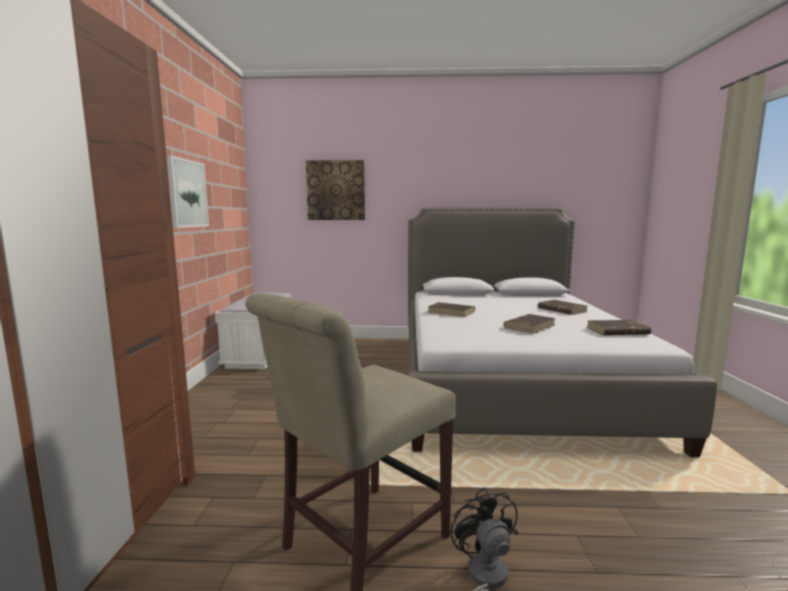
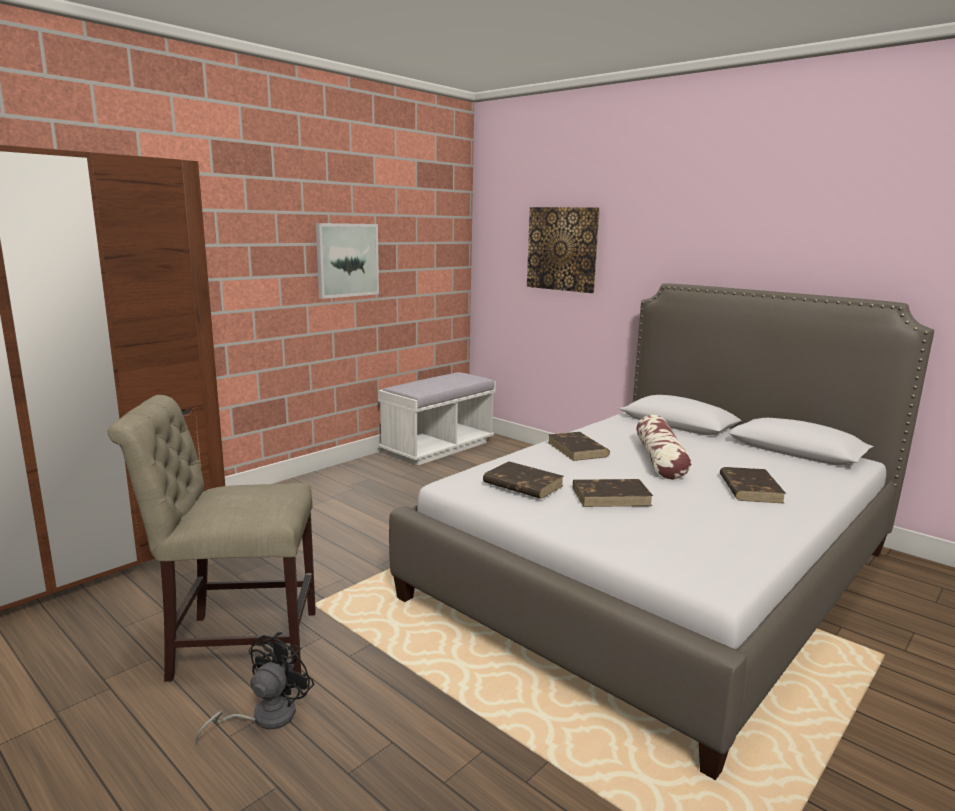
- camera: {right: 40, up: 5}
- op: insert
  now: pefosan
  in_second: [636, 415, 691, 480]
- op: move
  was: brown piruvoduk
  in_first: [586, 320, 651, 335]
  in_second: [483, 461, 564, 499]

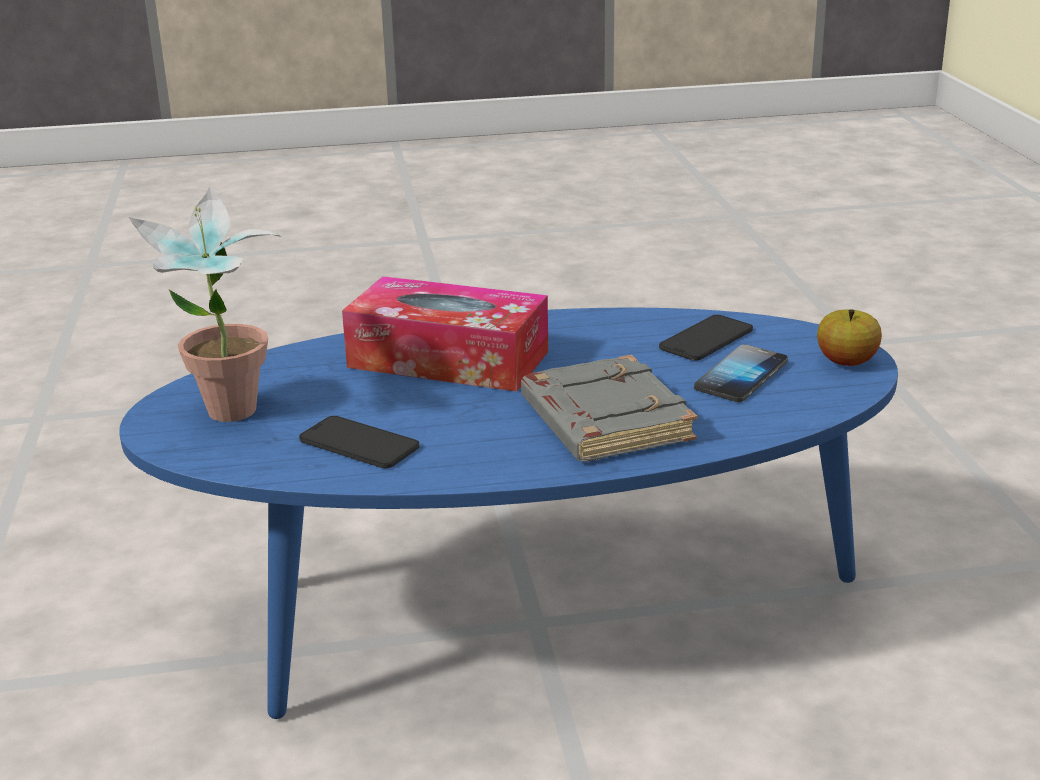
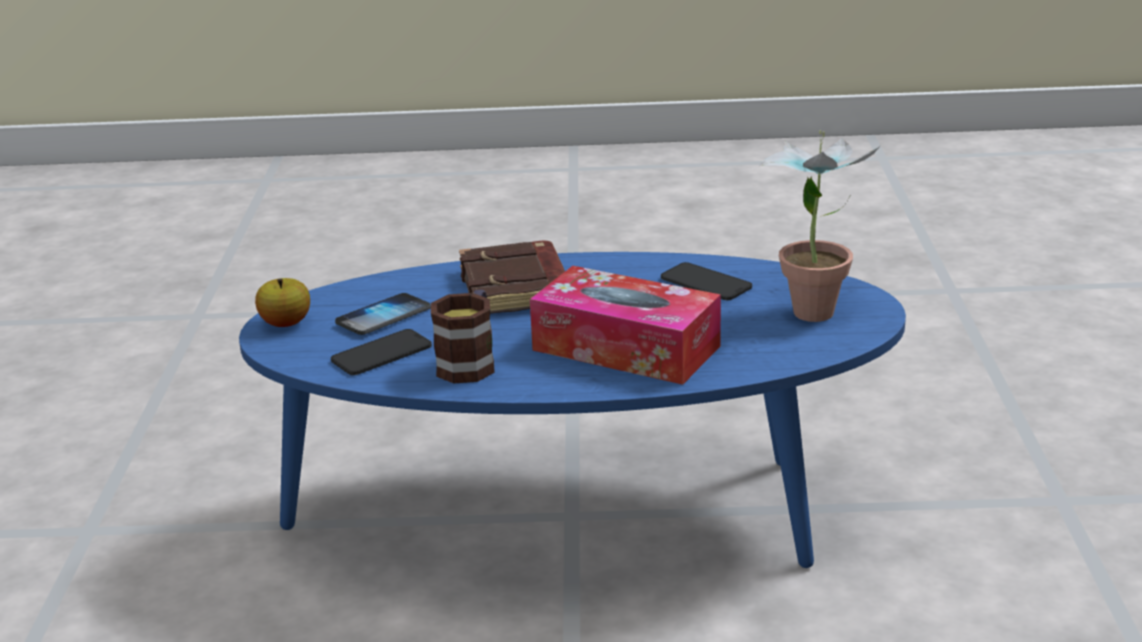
- camera: {right: -170, up: 0}
- op: insert
  now: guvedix
  in_second: [431, 290, 495, 384]
- op: recolor
  was: grey piruvoduk
  now: brown piruvoduk
  in_first: [521, 355, 698, 461]
  in_second: [459, 240, 565, 314]

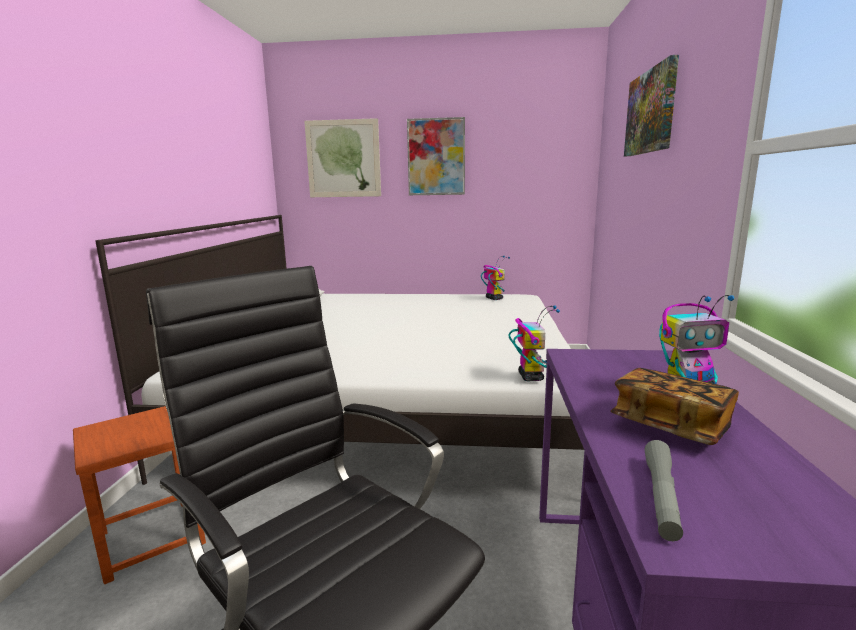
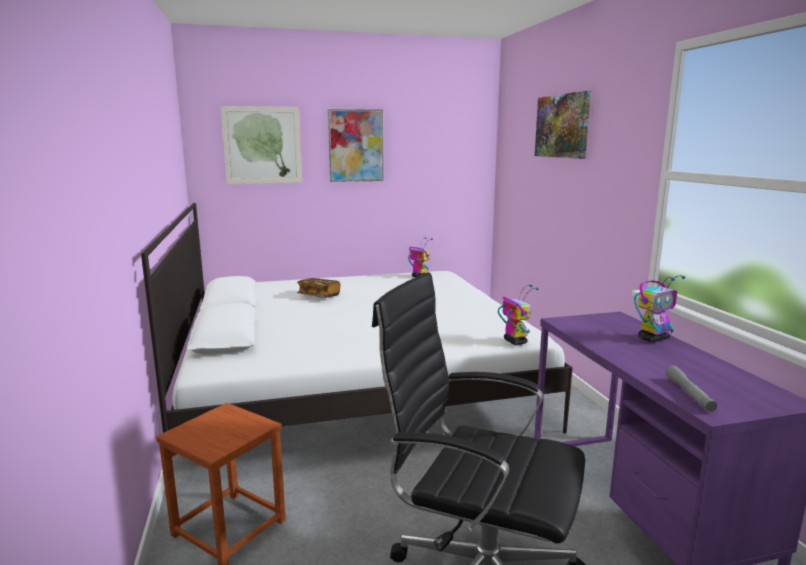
- camera: {right: -20, up: 0}
- op: move
  was: piruvoduk
  in_first: [611, 368, 739, 445]
  in_second: [297, 278, 340, 298]

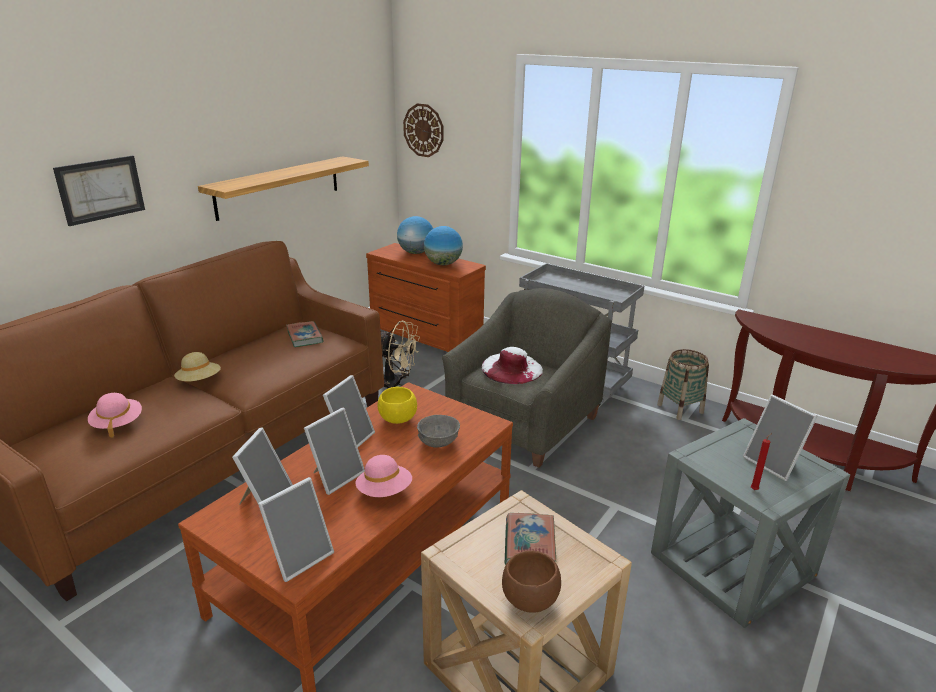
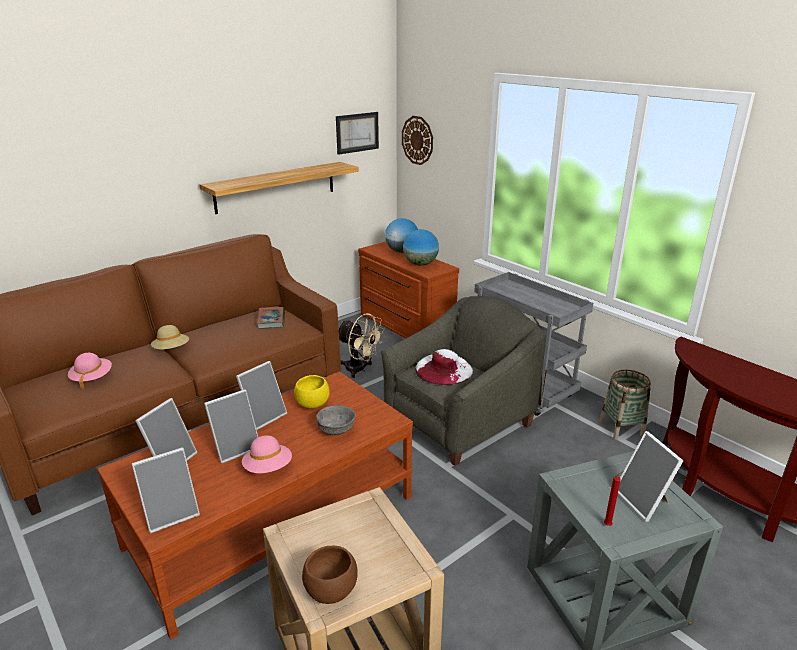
- camera: {right: 15, up: 0}
- op: delete
  was: piruvoduk
  in_first: [505, 513, 556, 565]
- op: move
  was: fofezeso
  in_first: [53, 156, 145, 226]
  in_second: [336, 112, 379, 155]

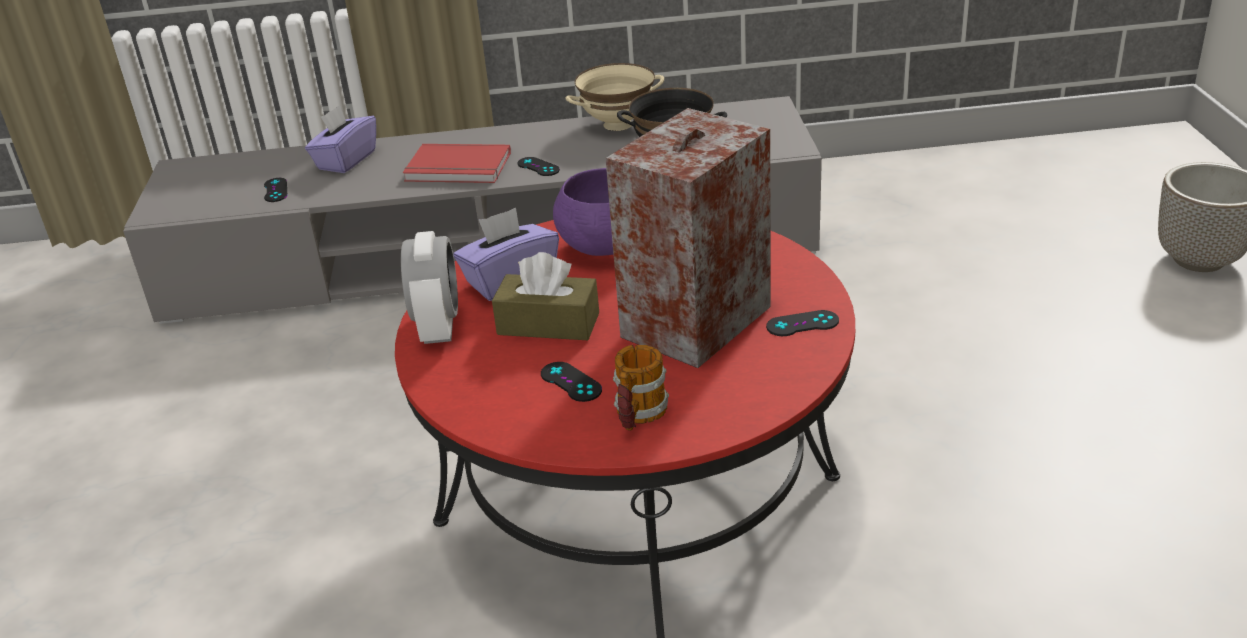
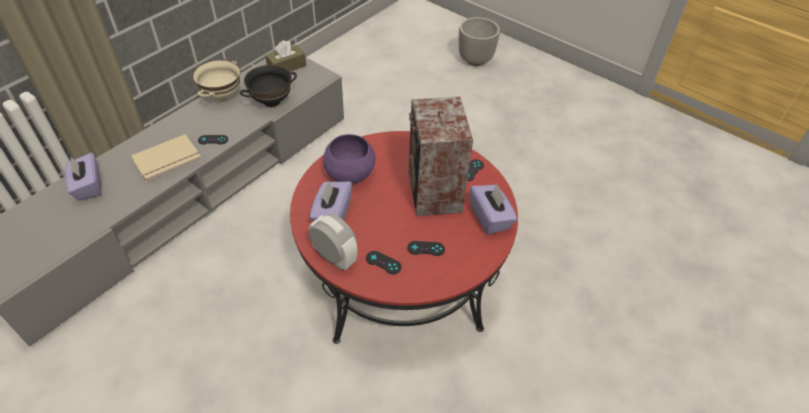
- camera: {right: -50, up: 15}
- op: delete
  was: guvedix
  in_first: [613, 345, 669, 431]
- op: insert
  now: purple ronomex
  in_second: [470, 184, 517, 235]
- op: move
  was: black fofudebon
  in_first: [264, 178, 287, 202]
  in_second: [366, 251, 402, 274]
- op: move
  was: brown ronomex
  in_first: [492, 252, 599, 340]
  in_second: [265, 40, 306, 72]
- op: recolor
  was: red piruvoduk
  now: beige piruvoduk
  in_first: [403, 144, 511, 183]
  in_second: [131, 134, 202, 183]

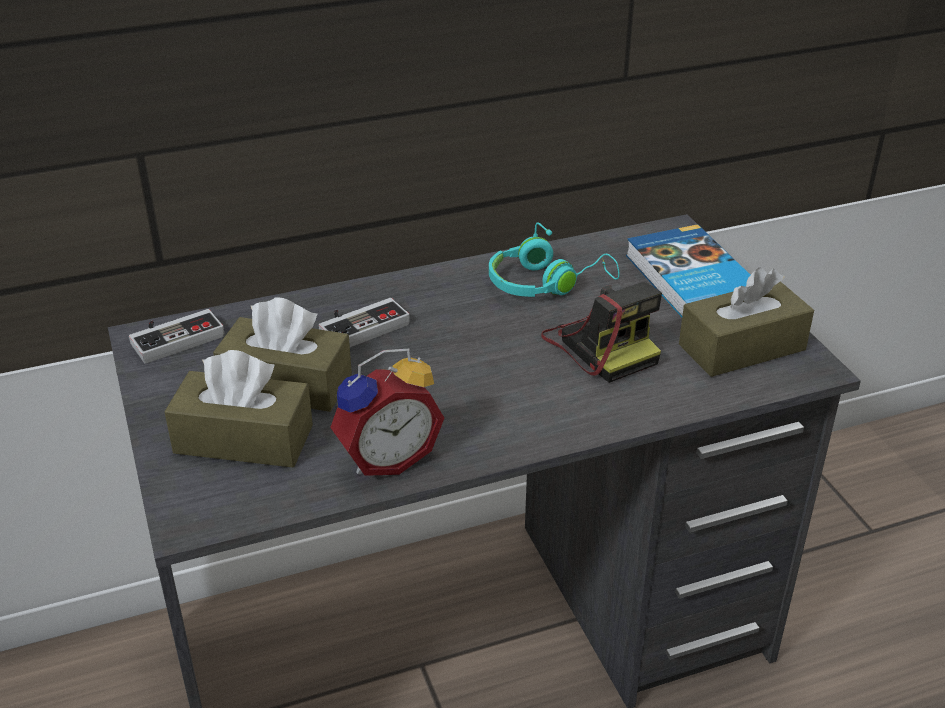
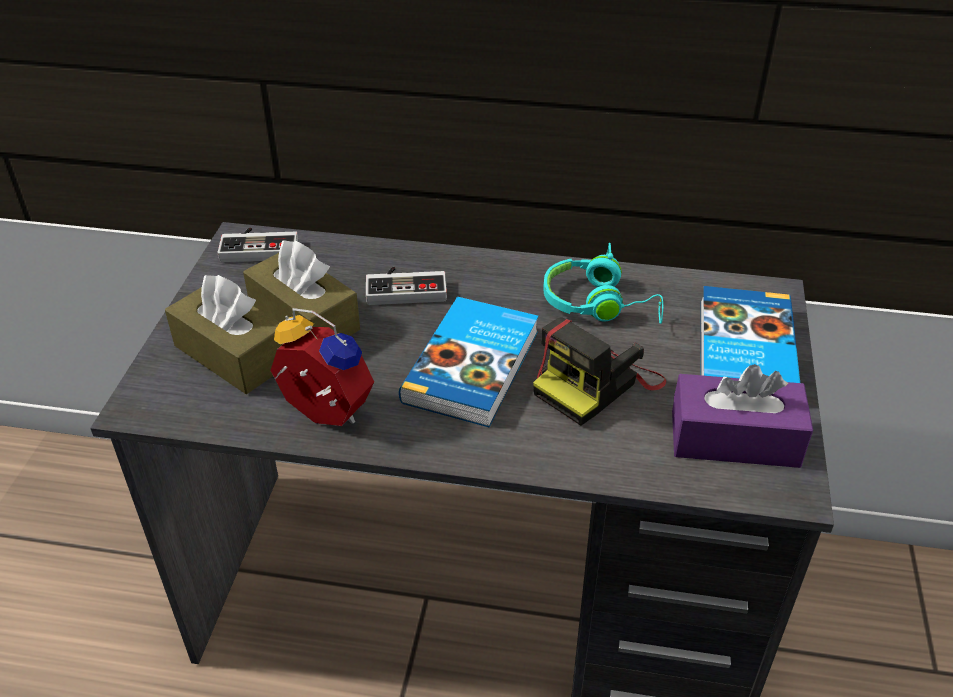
- camera: {right: 30, up: 5}
- op: insert
  now: piruvoduk
  in_second: [399, 297, 538, 427]
- op: recolor
  was: brown ronomex
  now: purple ronomex
  in_first: [679, 267, 814, 377]
  in_second: [672, 364, 813, 468]
- op: rotate
  was: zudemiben
  in_first: [330, 349, 444, 476]
  in_second: [270, 308, 374, 426]
  clockwise: -150
- op: rotate
  was: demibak
  in_first: [541, 282, 662, 383]
  in_second: [533, 317, 666, 426]
  clockwise: 45

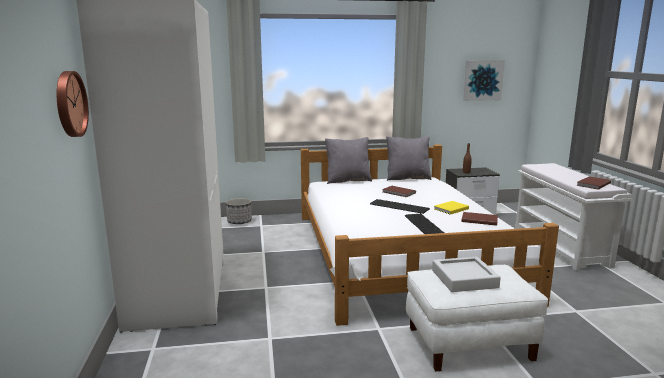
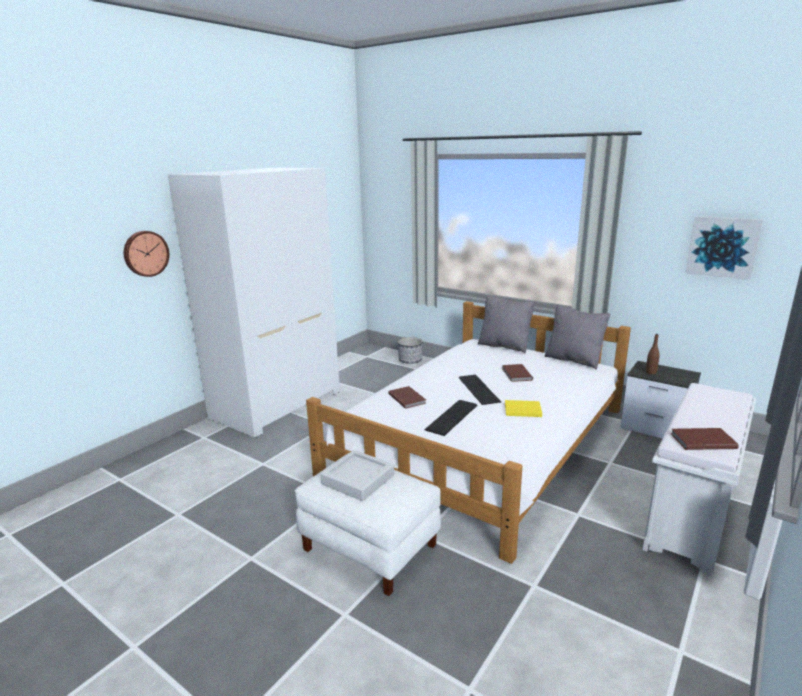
- camera: {right: 45, up: 5}
- op: move
  was: brown piruvoduk
  in_first: [461, 212, 498, 226]
  in_second: [388, 386, 426, 409]

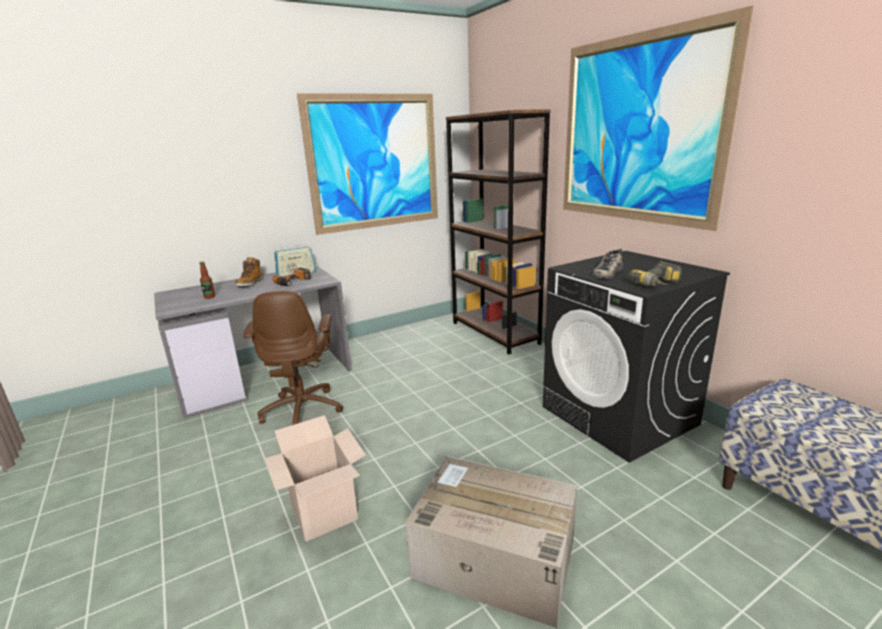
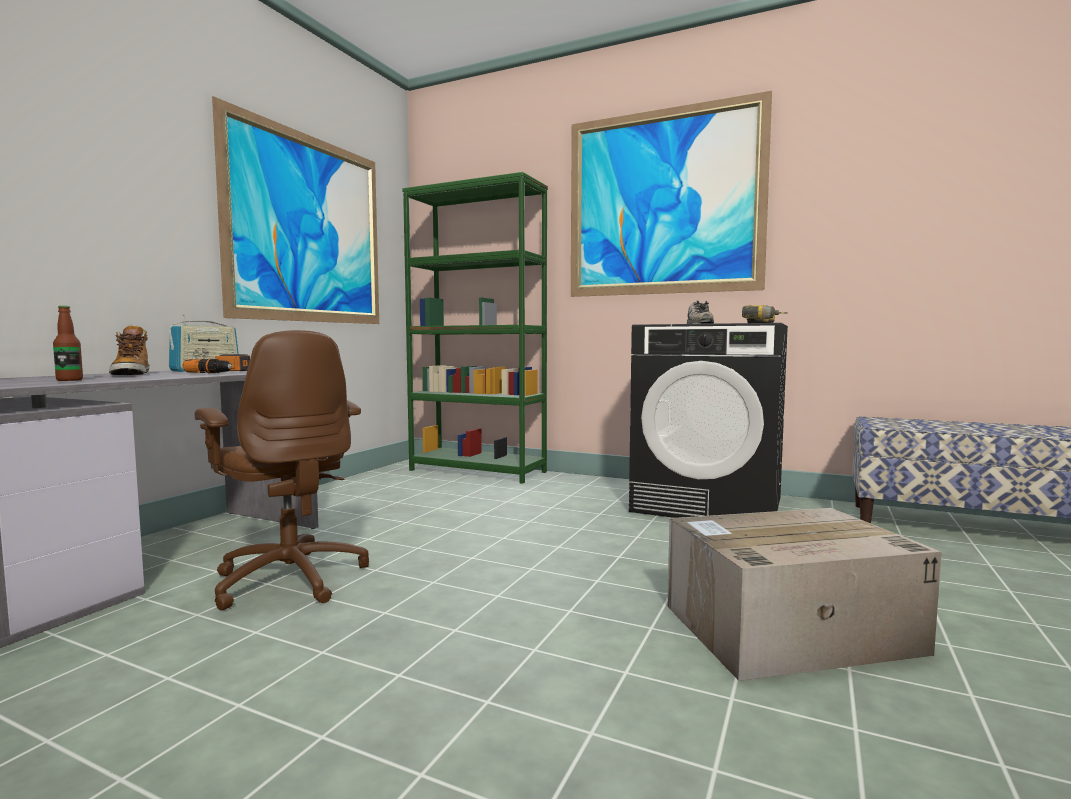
- camera: {right: -35, up: -15}
- op: delete
  was: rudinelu
  in_first: [264, 415, 366, 542]
- op: recolor
  was: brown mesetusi
  now: green mesetusi
  in_first: [446, 109, 551, 354]
  in_second: [402, 172, 548, 484]

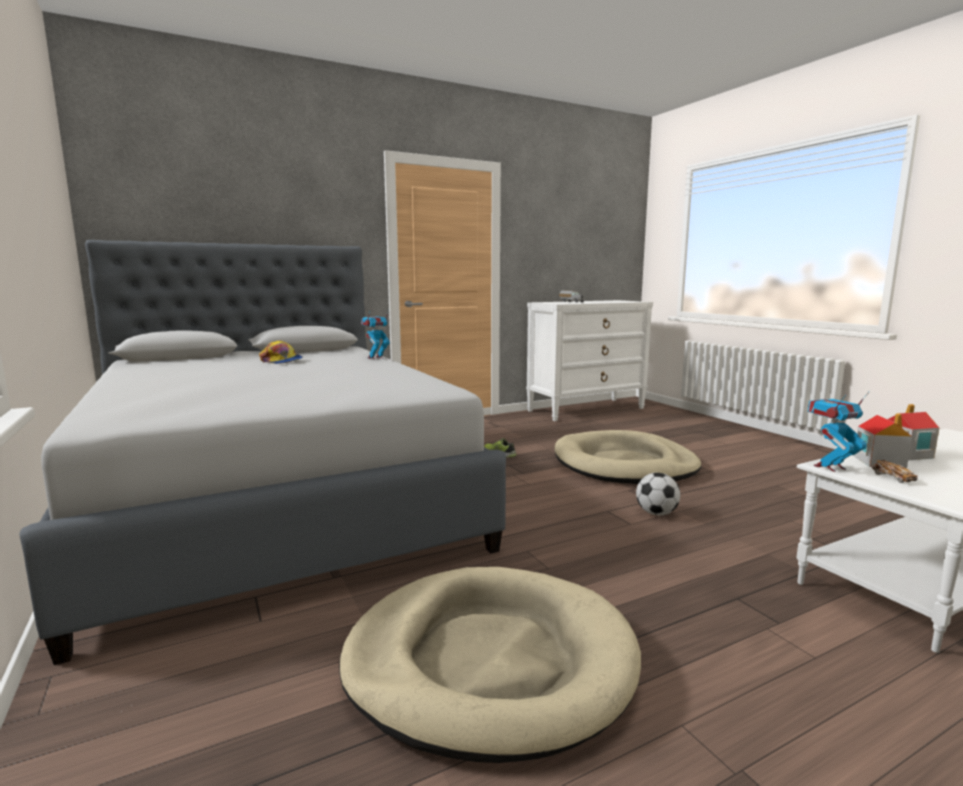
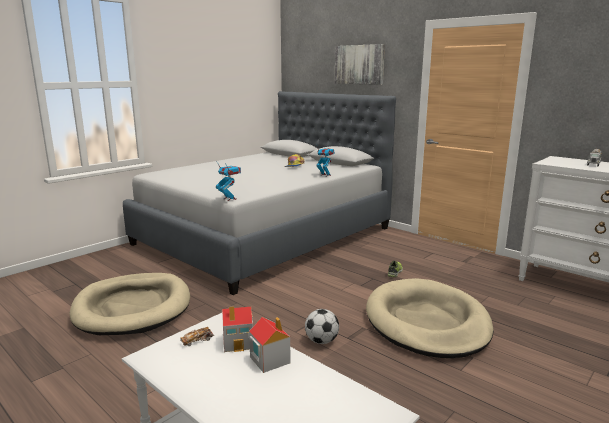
- camera: {right: 70, up: 5}
- op: insert
  now: fofezeso
  in_second: [335, 44, 385, 85]
- op: move
  was: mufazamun
  in_first: [808, 391, 870, 472]
  in_second: [216, 162, 241, 201]

